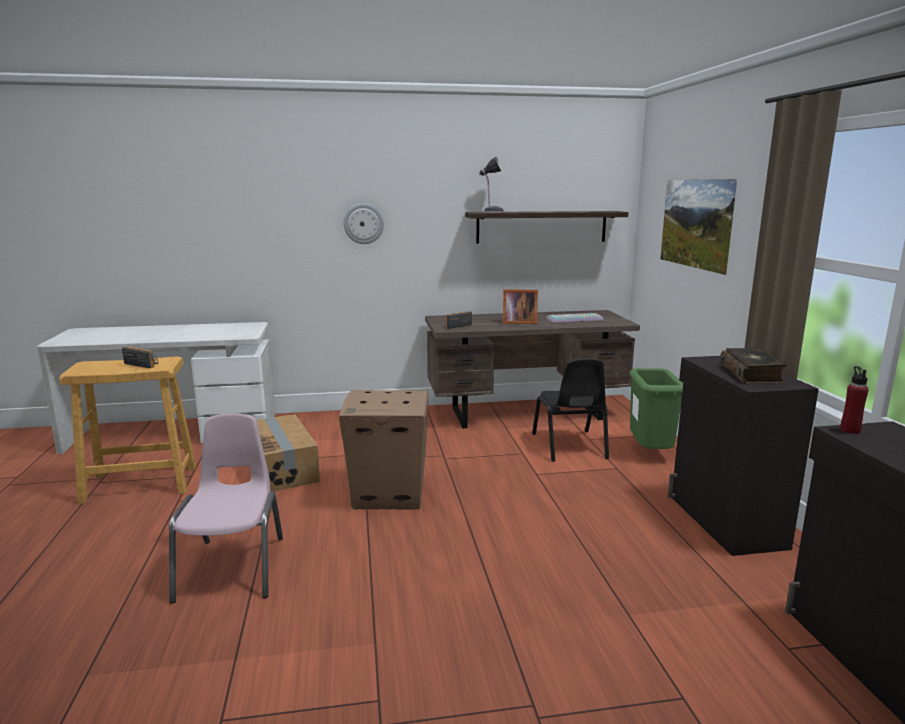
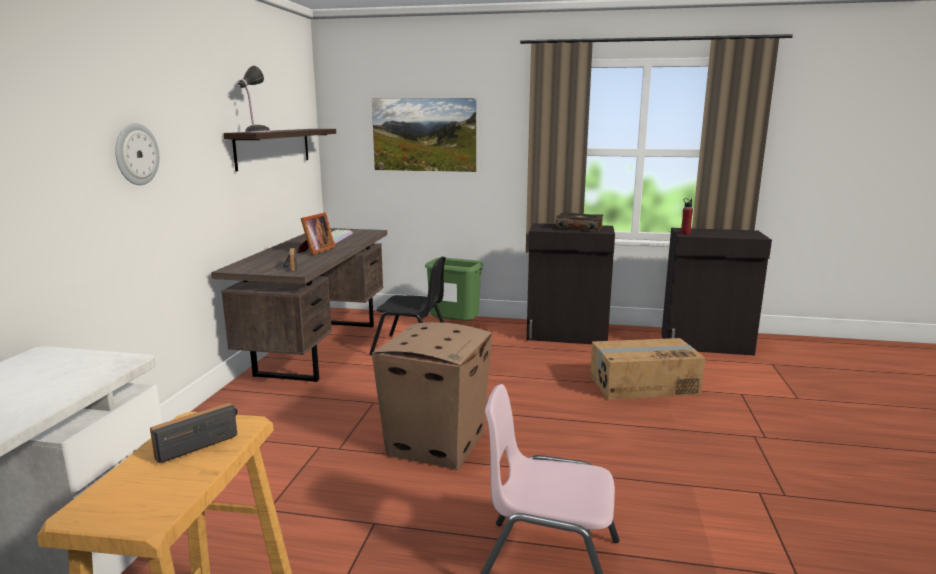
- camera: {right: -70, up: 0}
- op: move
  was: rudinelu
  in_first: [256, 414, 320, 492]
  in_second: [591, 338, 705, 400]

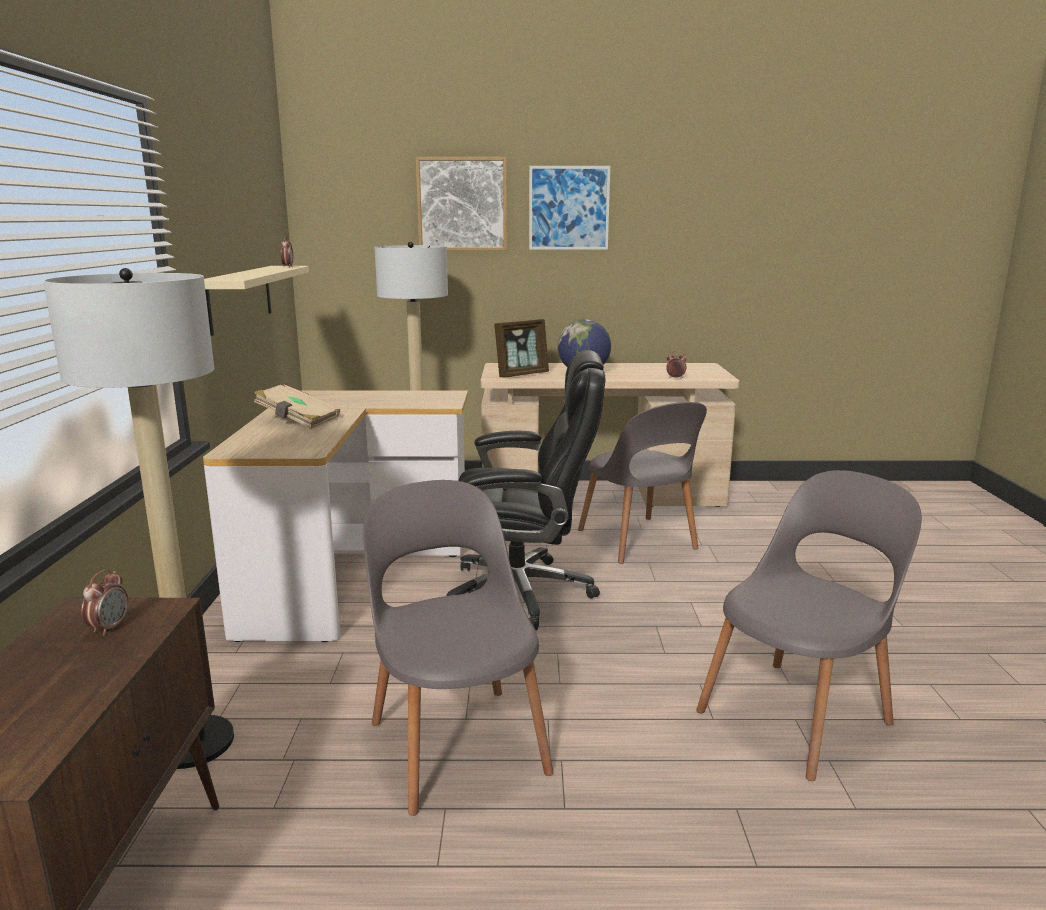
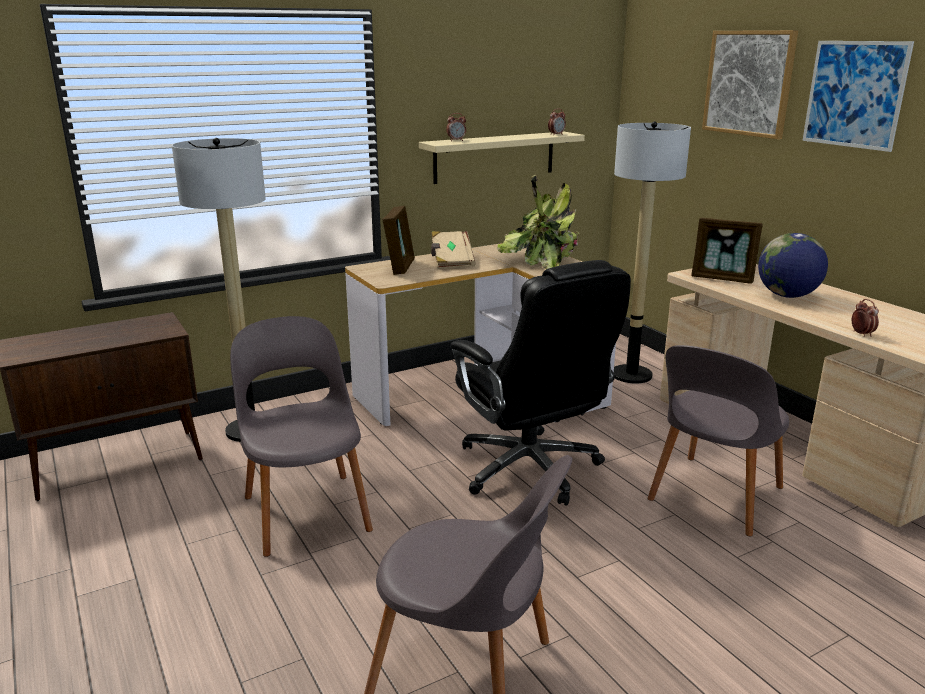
- camera: {right: 60, up: 5}
- op: insert
  now: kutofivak
  in_second: [382, 206, 415, 275]
- op: insert
  now: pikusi
  in_second: [497, 175, 579, 269]
- op: move
  was: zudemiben
  in_first: [82, 569, 128, 636]
  in_second: [446, 113, 466, 141]
- op: rotate
  was: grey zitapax
  in_first: [363, 480, 553, 816]
  in_second: [230, 316, 373, 557]
  clockwise: -60

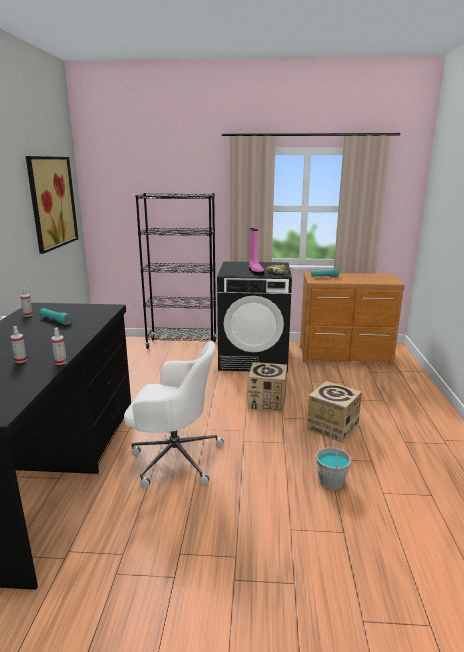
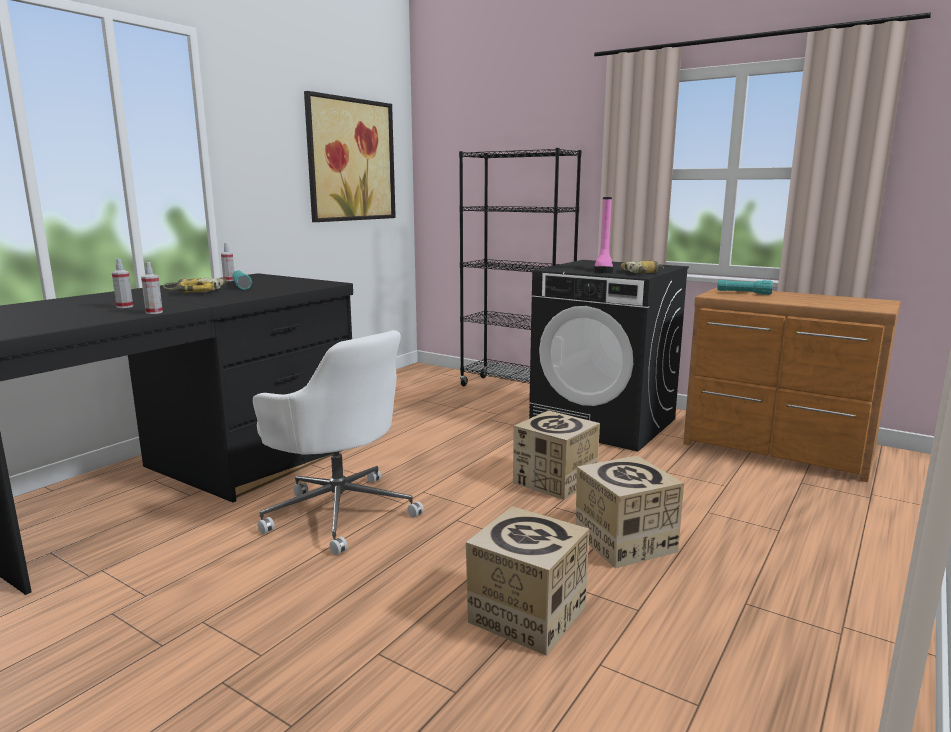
- camera: {right: 30, up: -5}
- op: insert
  now: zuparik
  in_second: [163, 277, 226, 293]
- op: replace
  was: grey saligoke
  now: rudinelu
  in_first: [316, 439, 352, 490]
  in_second: [466, 506, 589, 656]

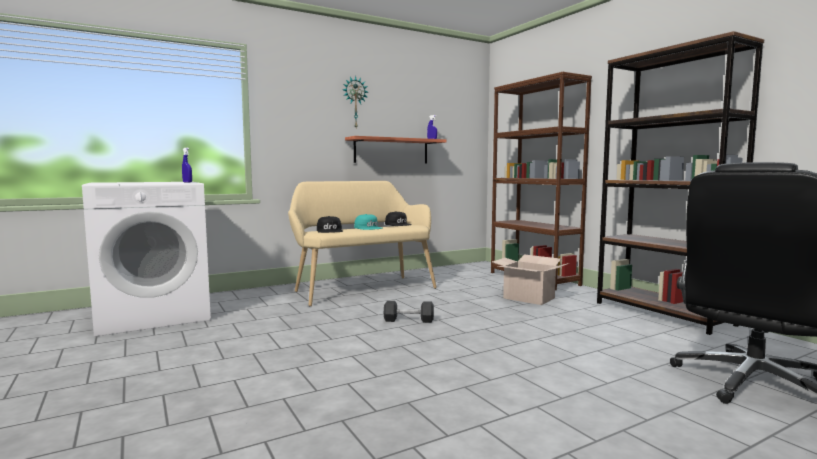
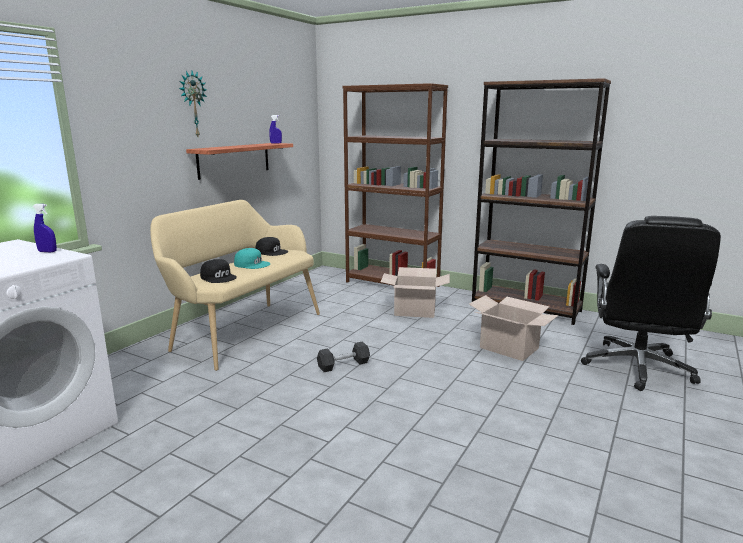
- camera: {right: -30, up: 10}
- op: insert
  now: rudinelu
  in_second: [469, 295, 559, 361]

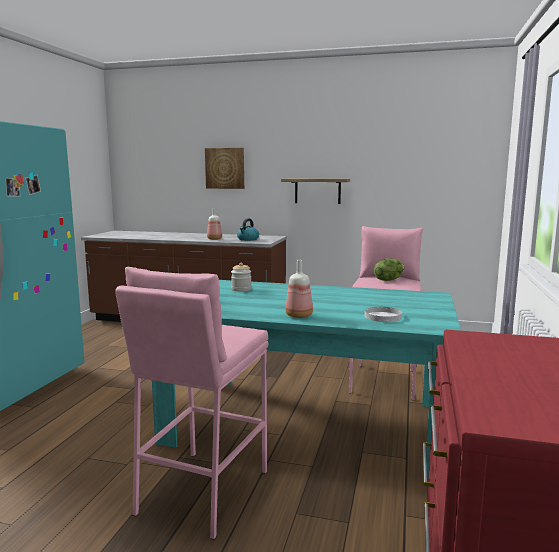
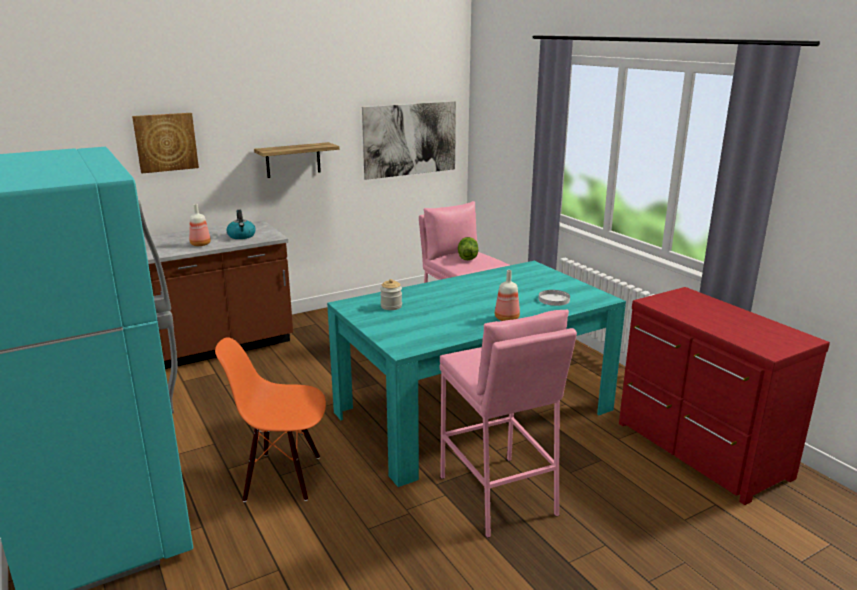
- camera: {right: -45, up: 10}
- op: insert
  now: orange zitapax
  in_second: [215, 337, 326, 502]
- op: insert
  now: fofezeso
  in_second: [362, 101, 456, 180]

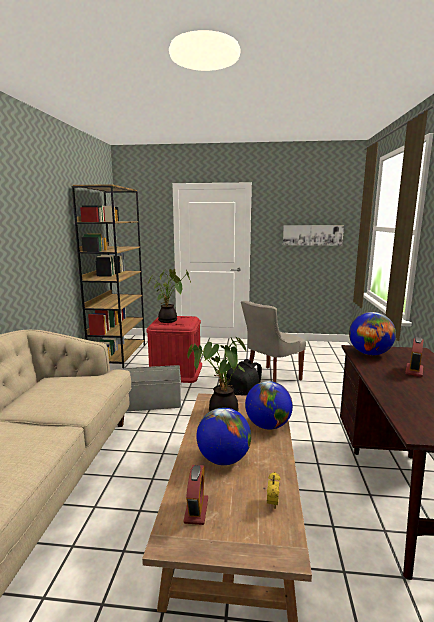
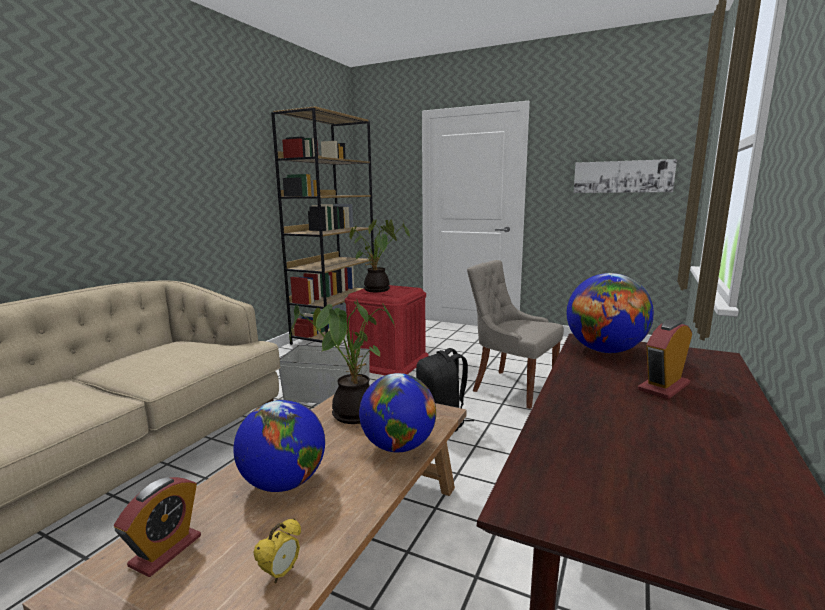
- camera: {right: 20, up: 0}
- op: rotate
  was: grey zitapax
  in_first: [241, 301, 306, 382]
  in_second: [467, 260, 564, 409]
  clockwise: 60

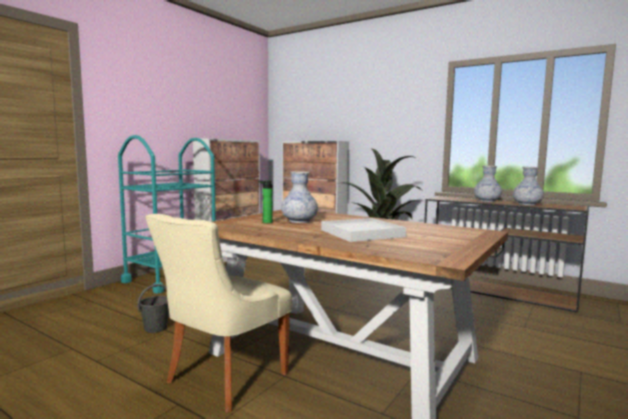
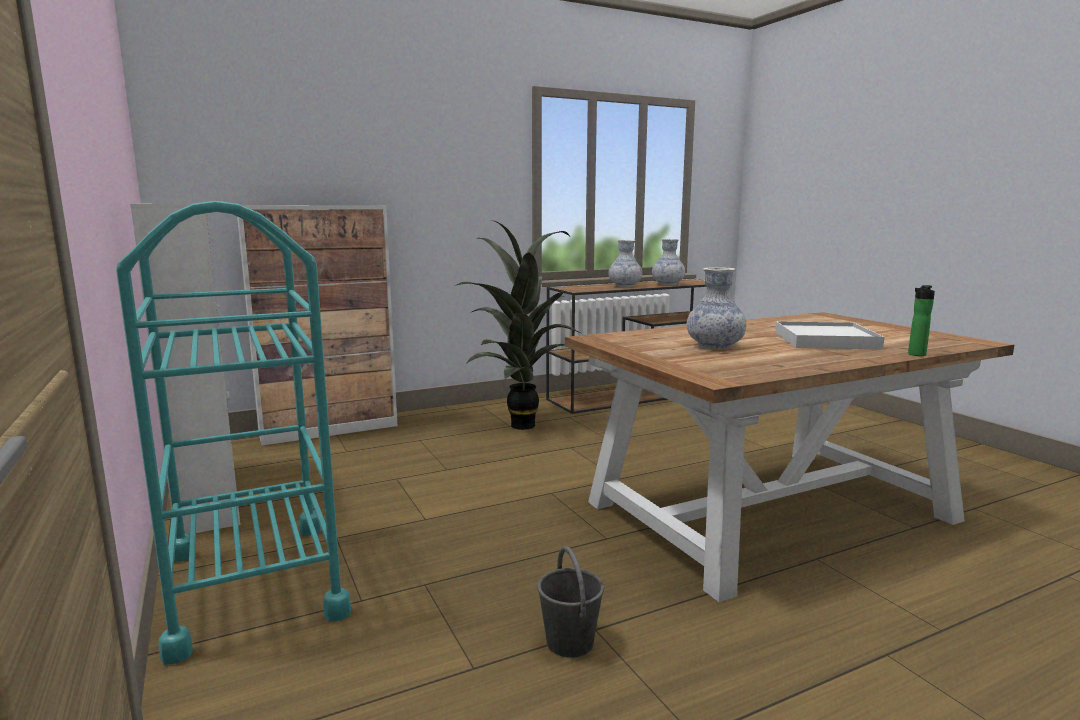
- camera: {right: -60, up: 5}
- op: delete
  was: beige zitapax
  in_first: [146, 214, 292, 413]
- op: move
  was: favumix
  in_first: [258, 180, 273, 223]
  in_second: [908, 285, 935, 356]

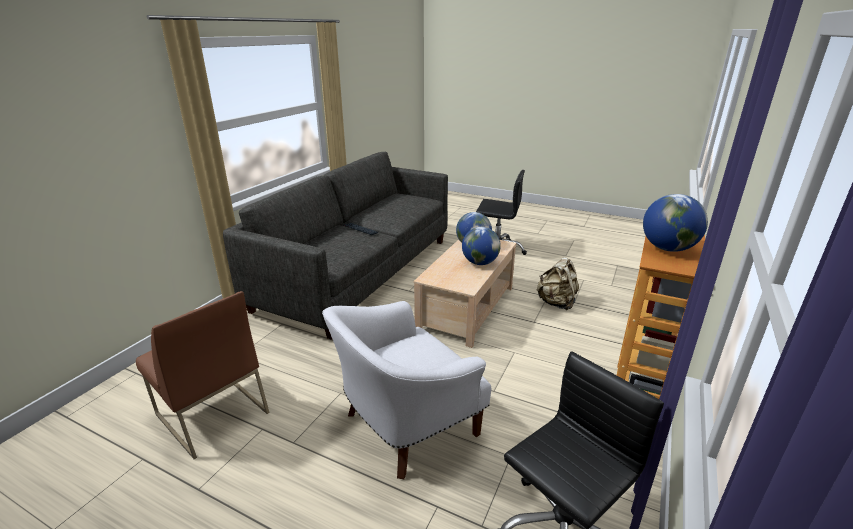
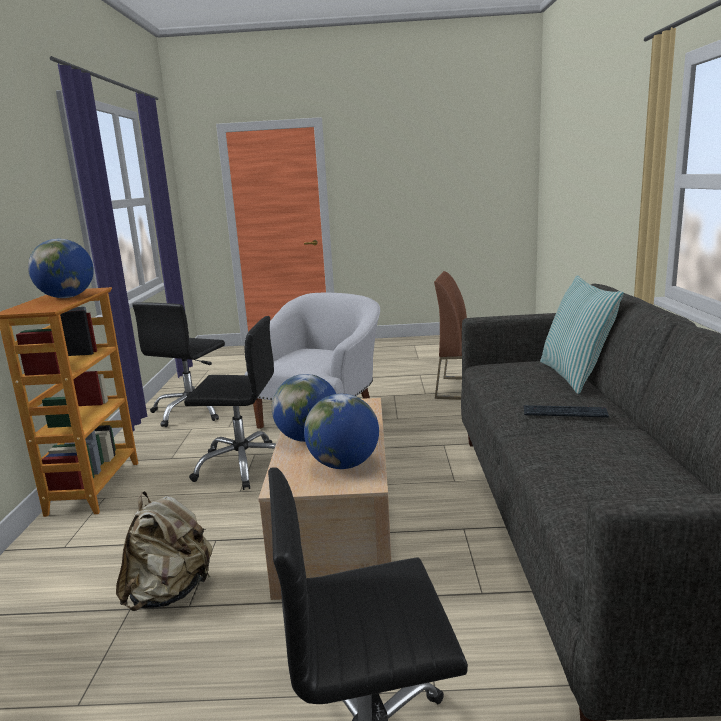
- camera: {right: 155, up: -10}
- op: insert
  now: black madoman
  in_second: [184, 316, 276, 490]
- op: insert
  now: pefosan
  in_second: [540, 275, 624, 394]

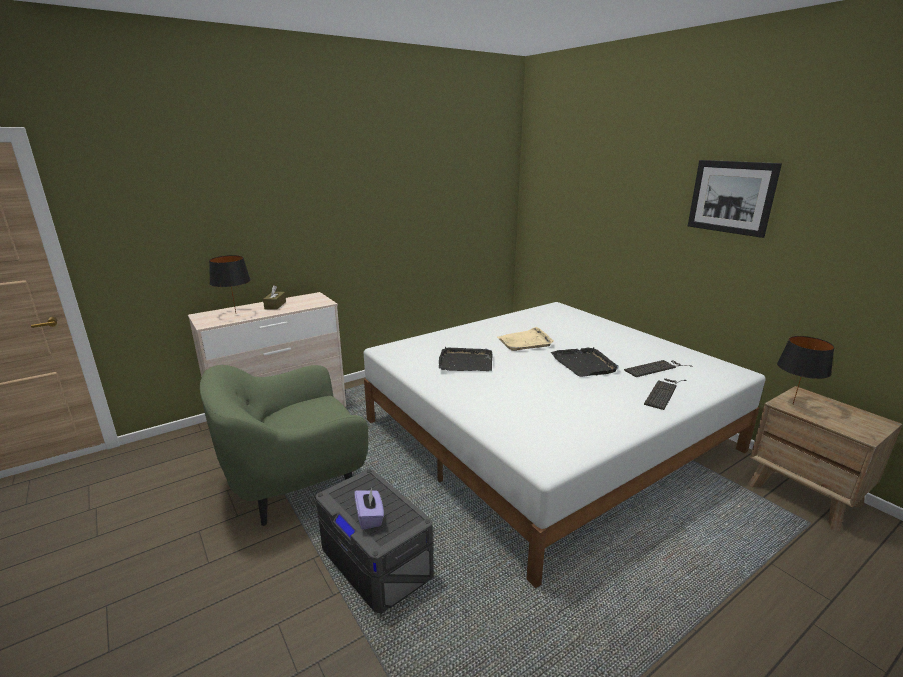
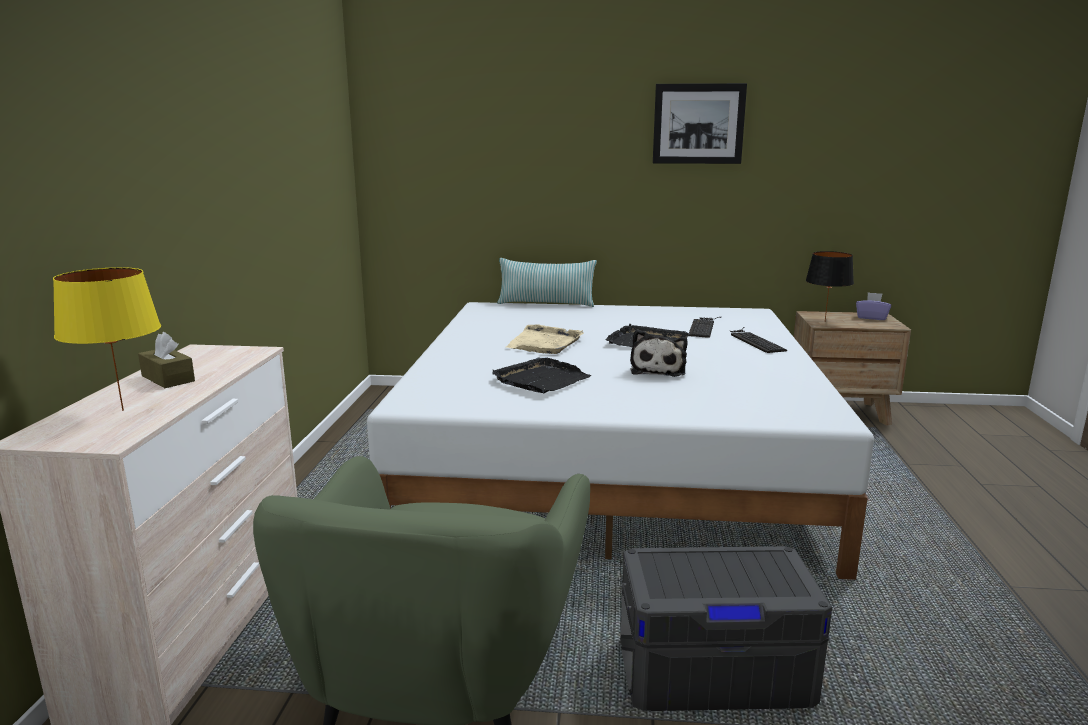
- camera: {right: -50, up: -5}
- op: insert
  now: pefosan
  in_second: [497, 258, 597, 307]
- op: insert
  now: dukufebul
  in_second: [630, 329, 687, 377]
- op: move
  was: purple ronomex
  in_first: [354, 488, 384, 530]
  in_second: [856, 292, 891, 320]
- op: recolor
  was: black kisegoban
  now: yellow kisegoban
  in_first: [209, 255, 251, 312]
  in_second: [53, 267, 161, 411]

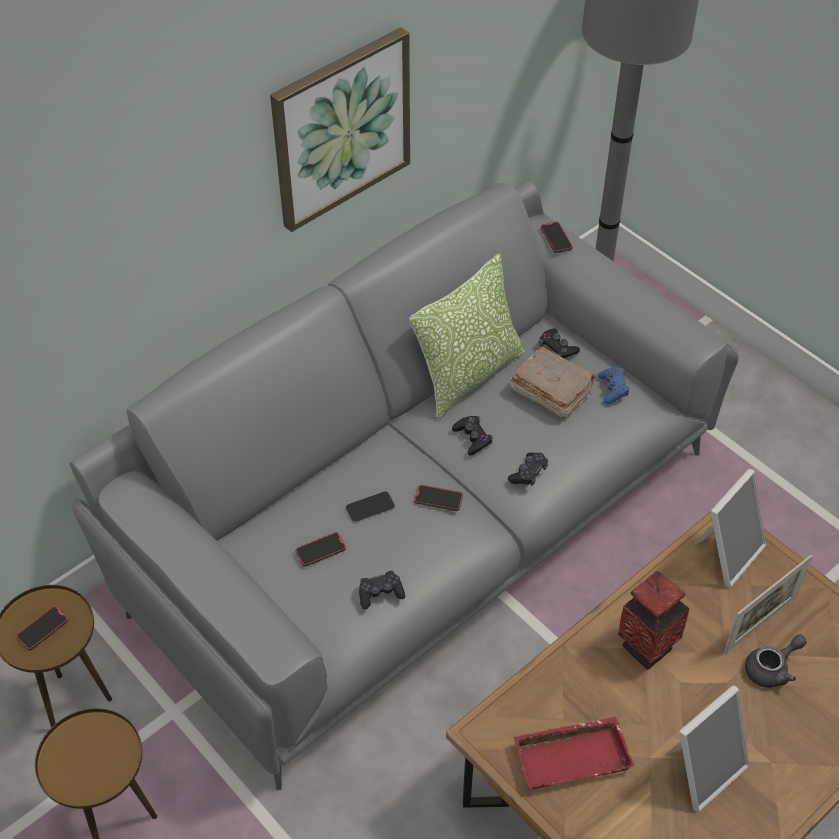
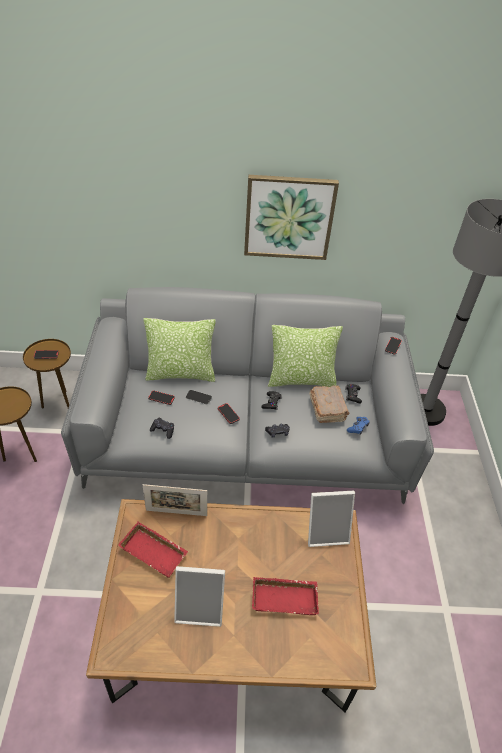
- camera: {right: 40, up: -5}
- op: delete
  was: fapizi
  in_first: [618, 571, 689, 670]
- op: insert
  now: pefosan
  in_second: [143, 318, 216, 382]
- op: move
  was: kutofivak
  in_first: [723, 555, 812, 655]
  in_second: [143, 484, 207, 516]
- op: replace
  was: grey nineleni
  now: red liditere
  in_first: [745, 634, 807, 688]
  in_second: [252, 577, 319, 615]

